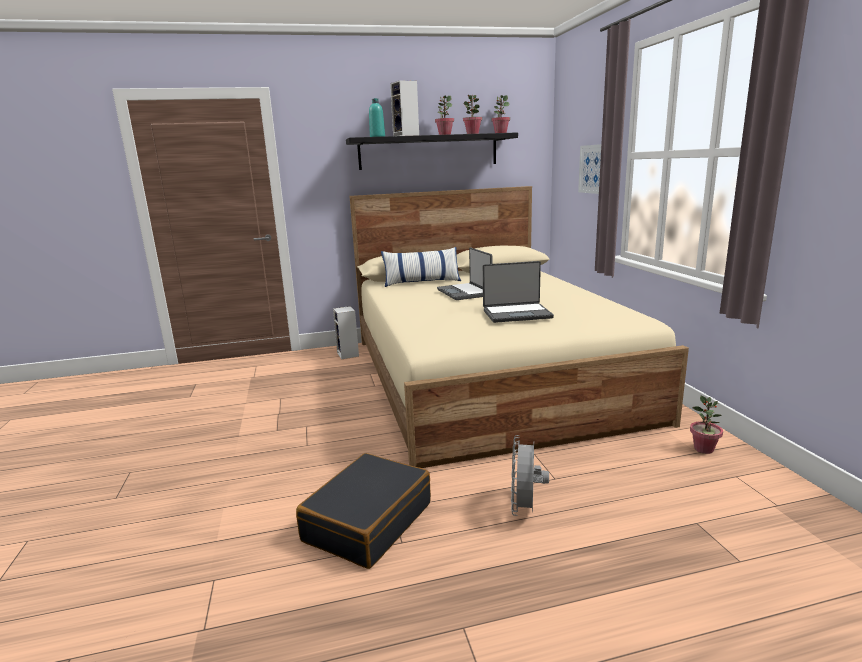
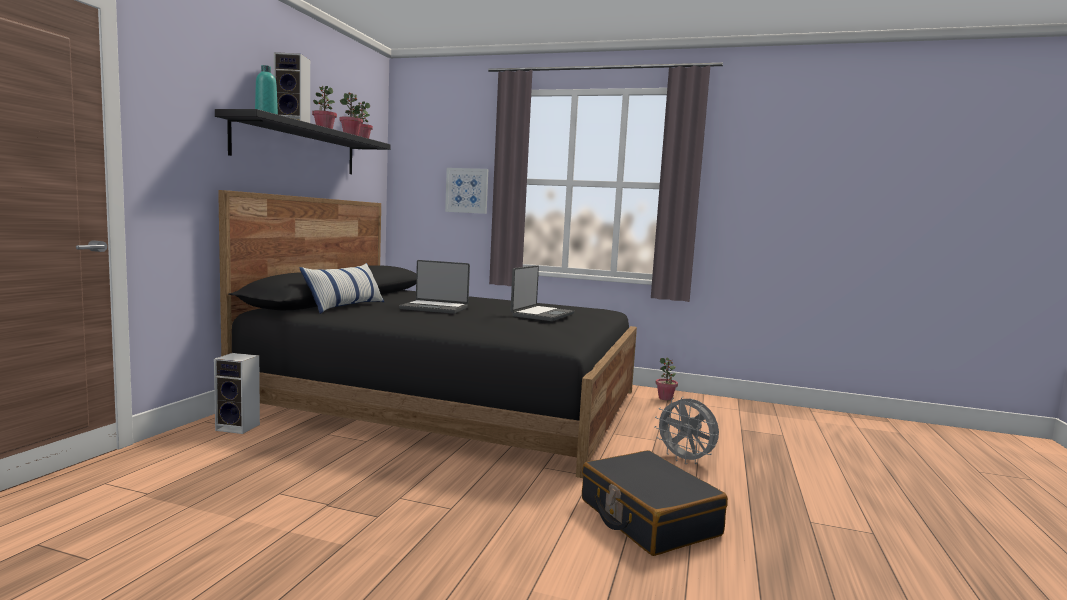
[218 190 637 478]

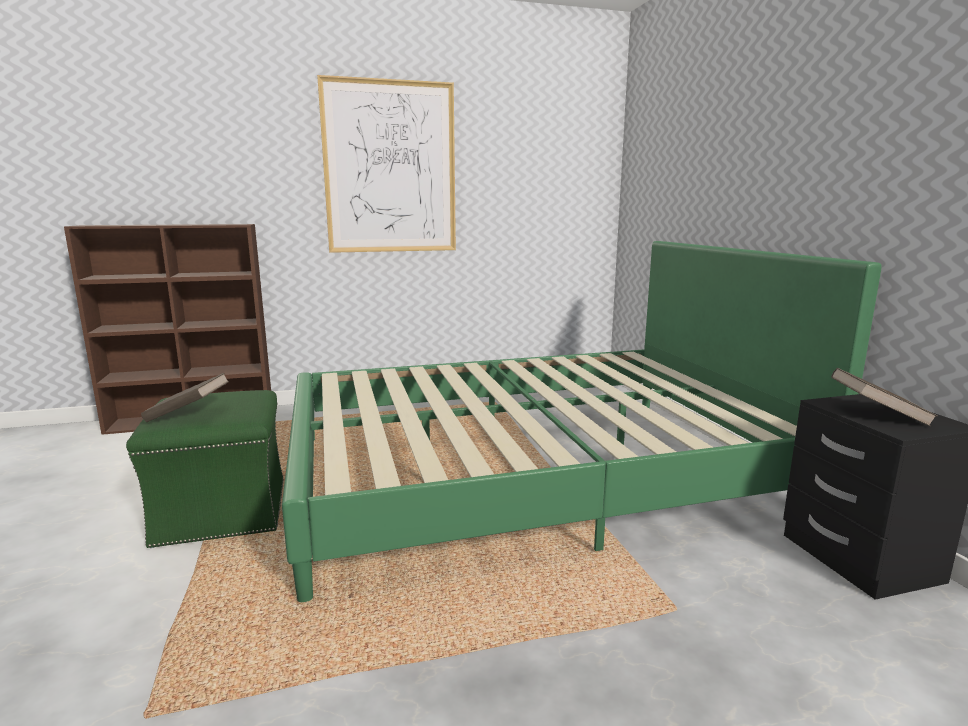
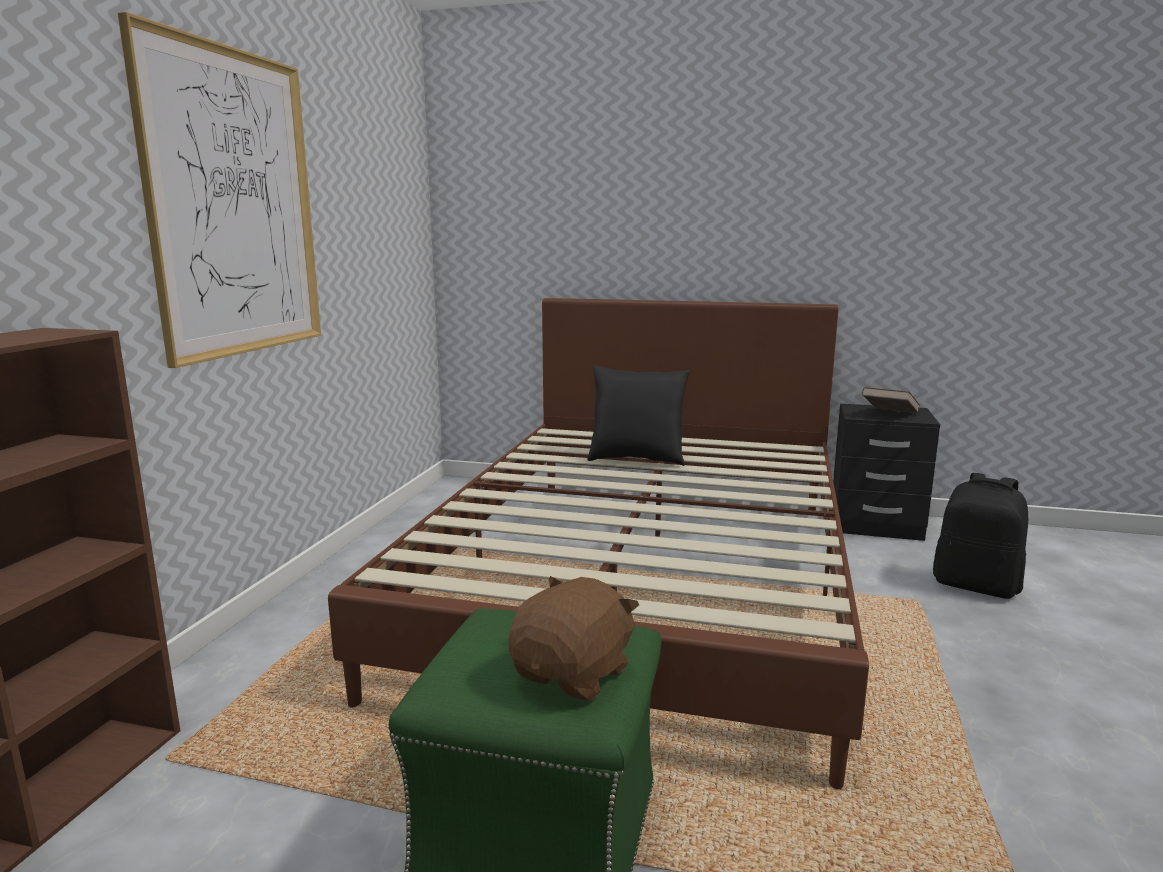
[328 298 869 790]
[508 576 639 701]
[587 365 690 466]
[933 473 1028 599]

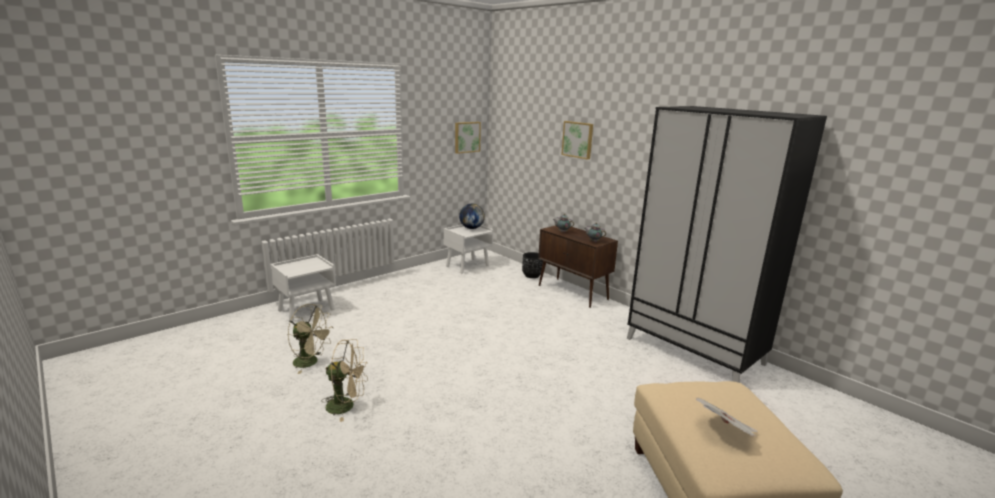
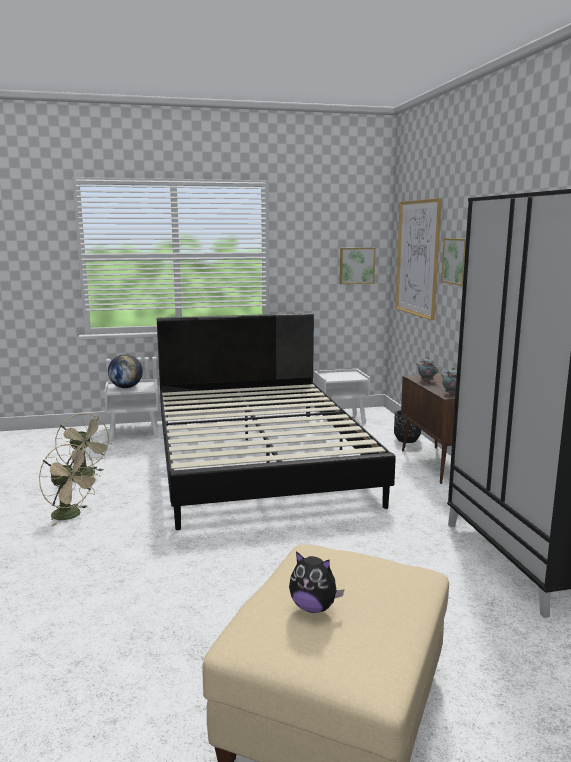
[108 354 143 388]
[289 551 344 613]
[395 198 442 320]
[157 313 396 530]

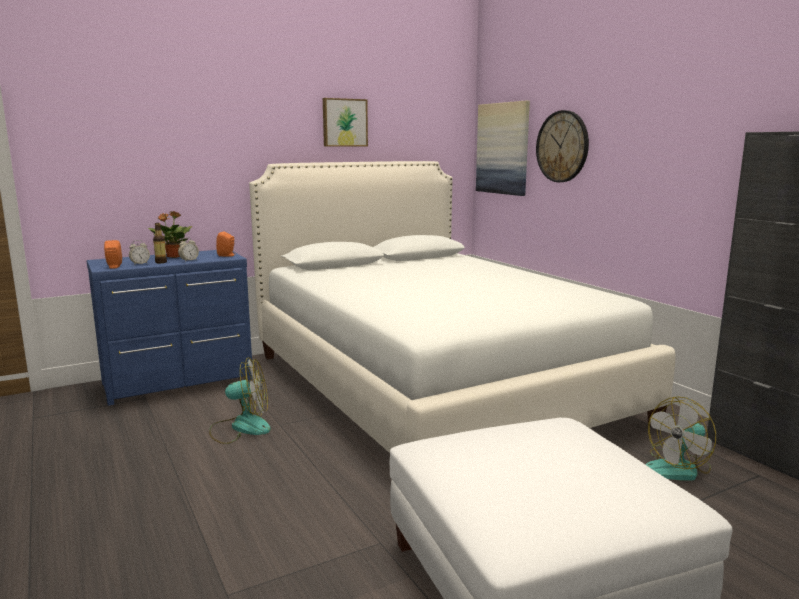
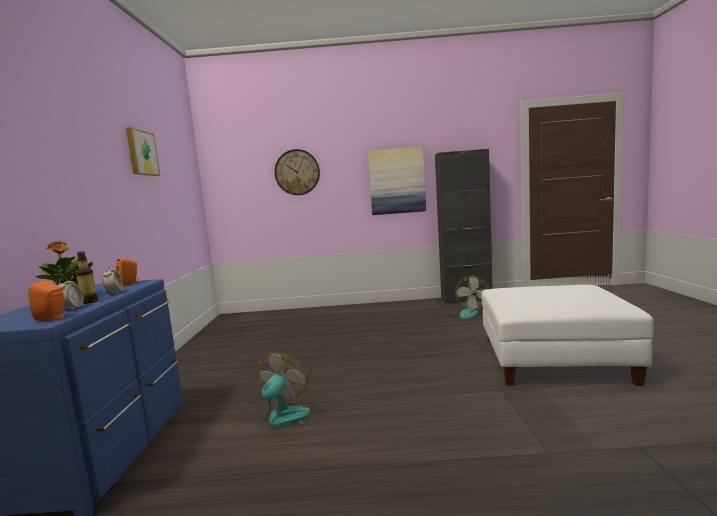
[368 146 426 215]
[249 161 675 453] (first image)

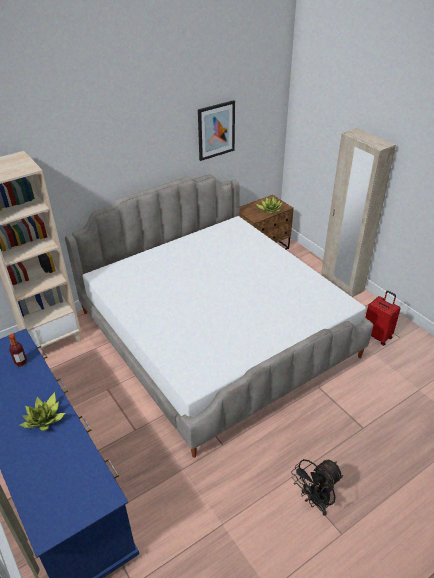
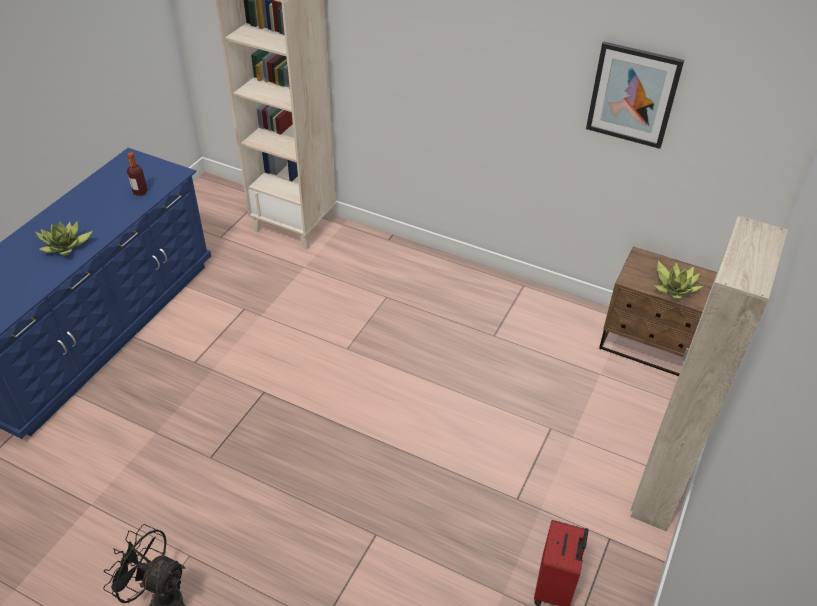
[65 174 373 458] (first image)

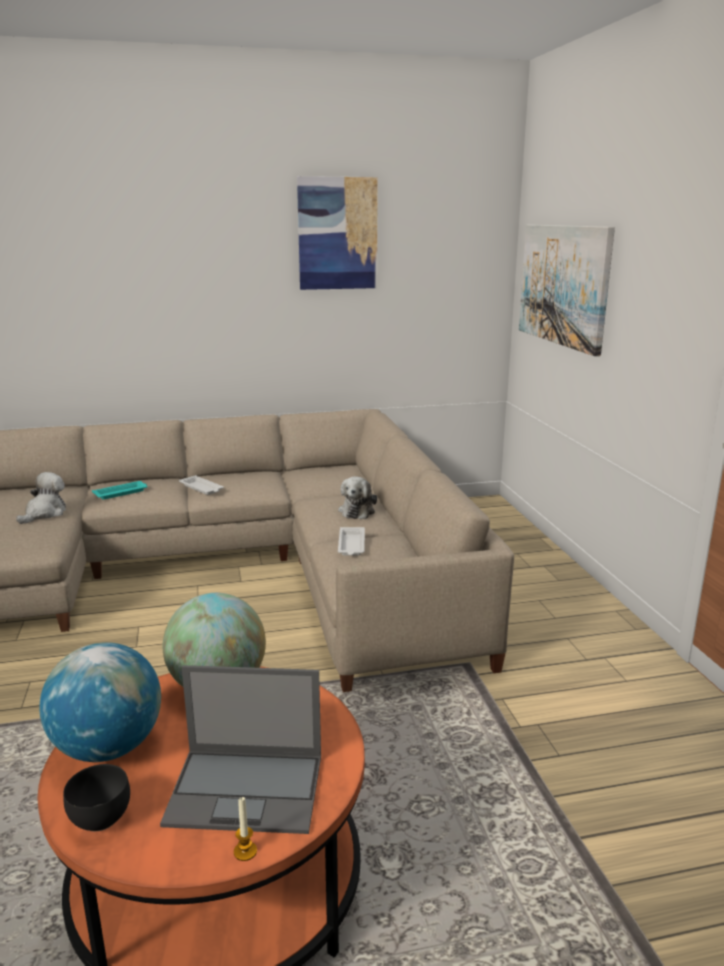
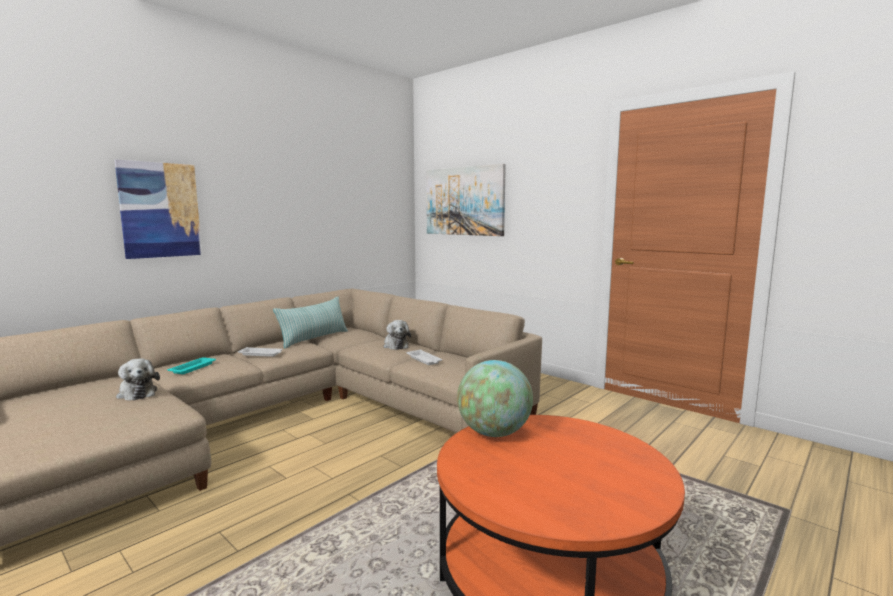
[114 159 202 259]
[116 358 160 401]
[39 642 161 762] (first image)
[160 665 321 834] (first image)
[63 764 130 831] (first image)
[234 797 257 861] (first image)
[273 297 348 349]

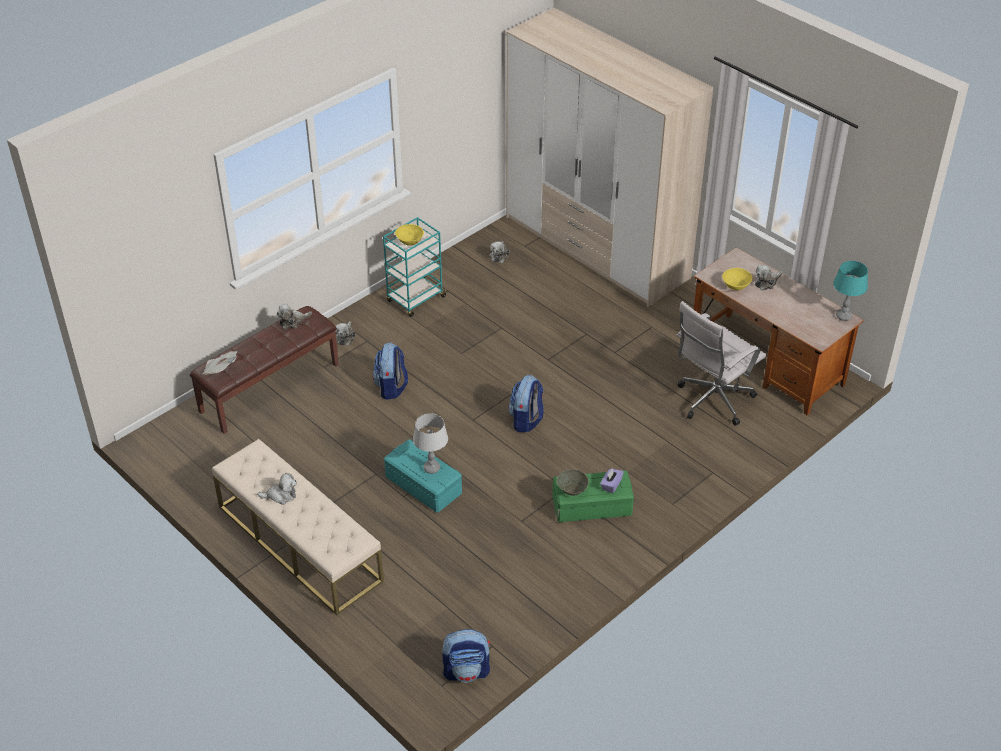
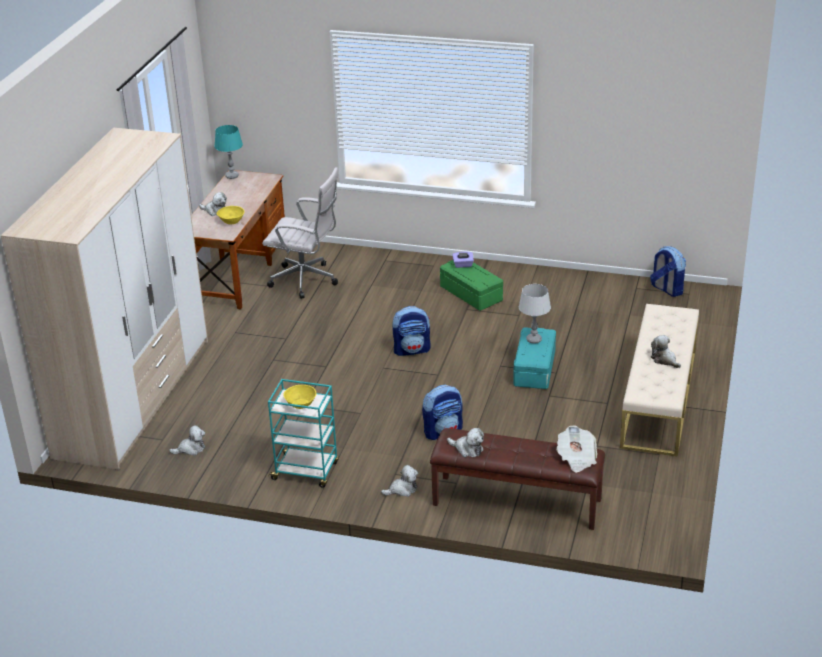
[557 469 589 496] (first image)

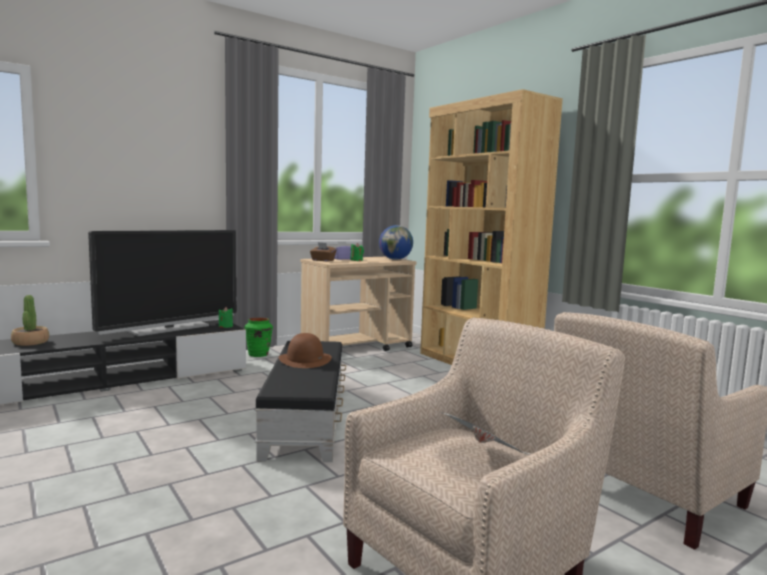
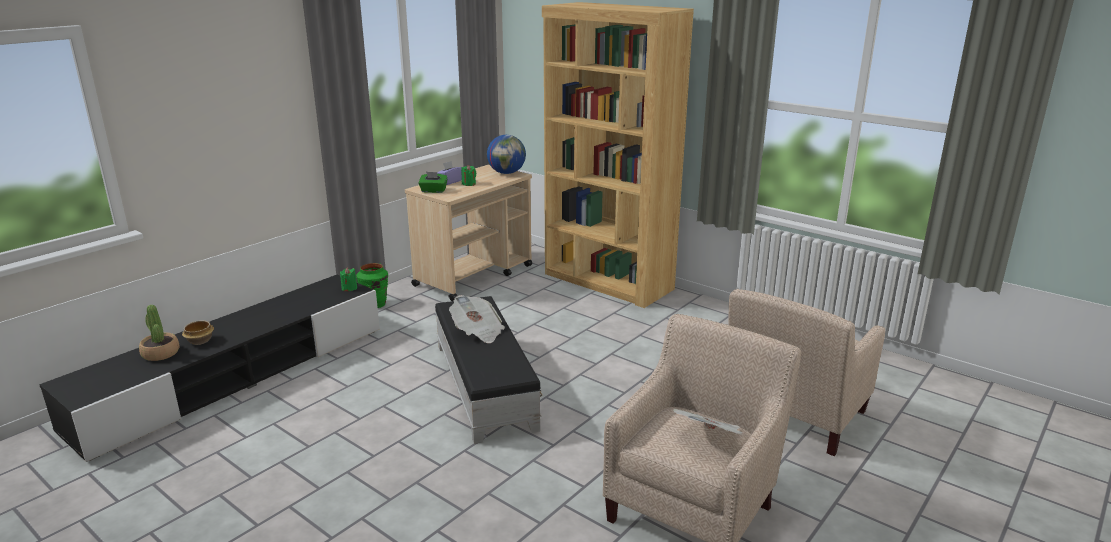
[88 230 237 337] (first image)
[418 172 448 193]
[449 295 505 343]
[182 320 214 345]

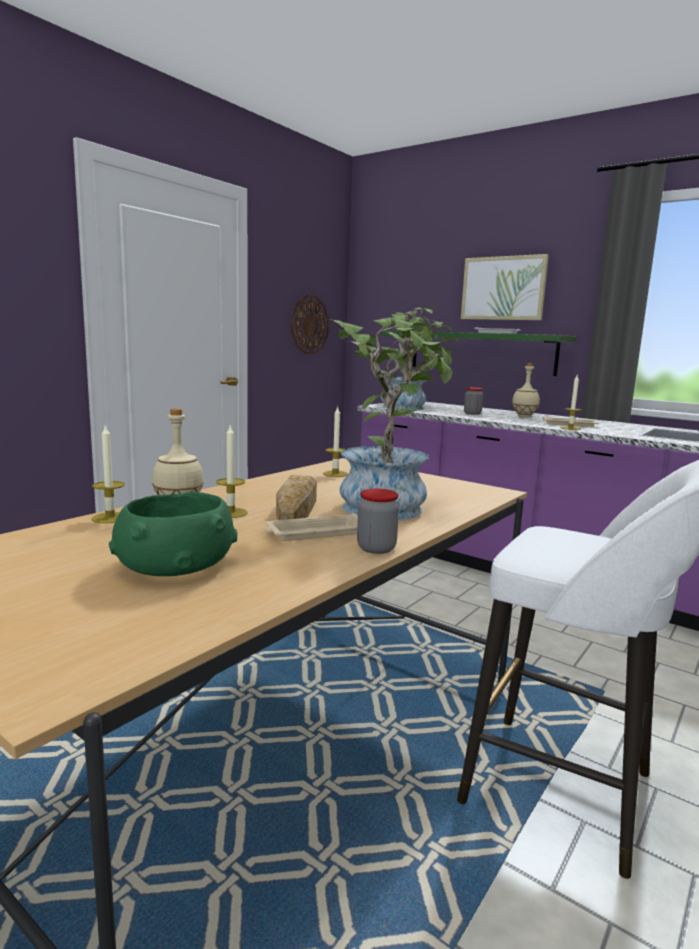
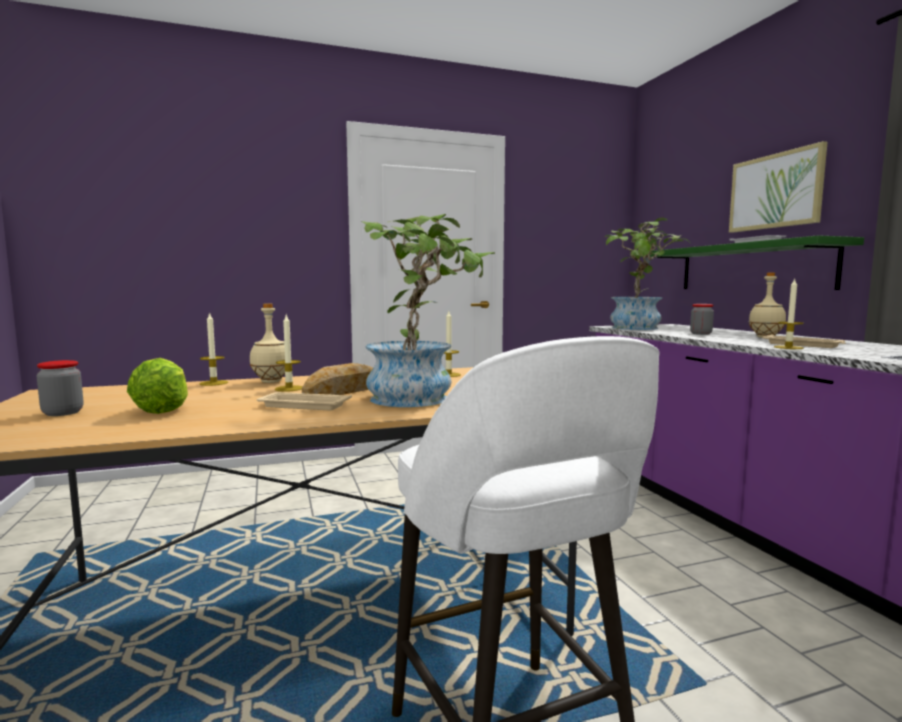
[291 295 329 354] (first image)
[37 360 83 416]
[127 358 188 414]

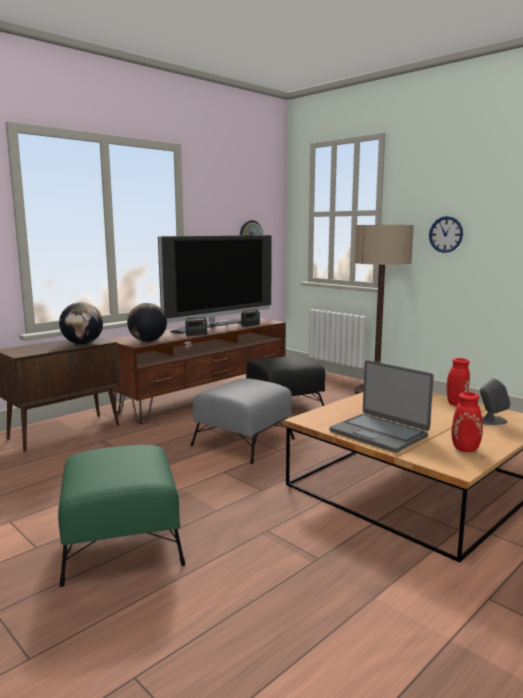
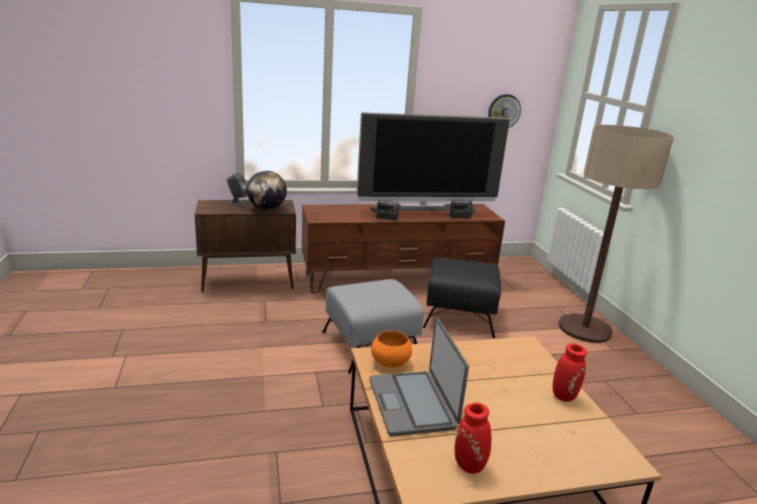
[429 216 463 253] (first image)
[127 303 167 342] (first image)
[227 172 248 206]
[58 445 185 587] (first image)
[371 331 412 368]

